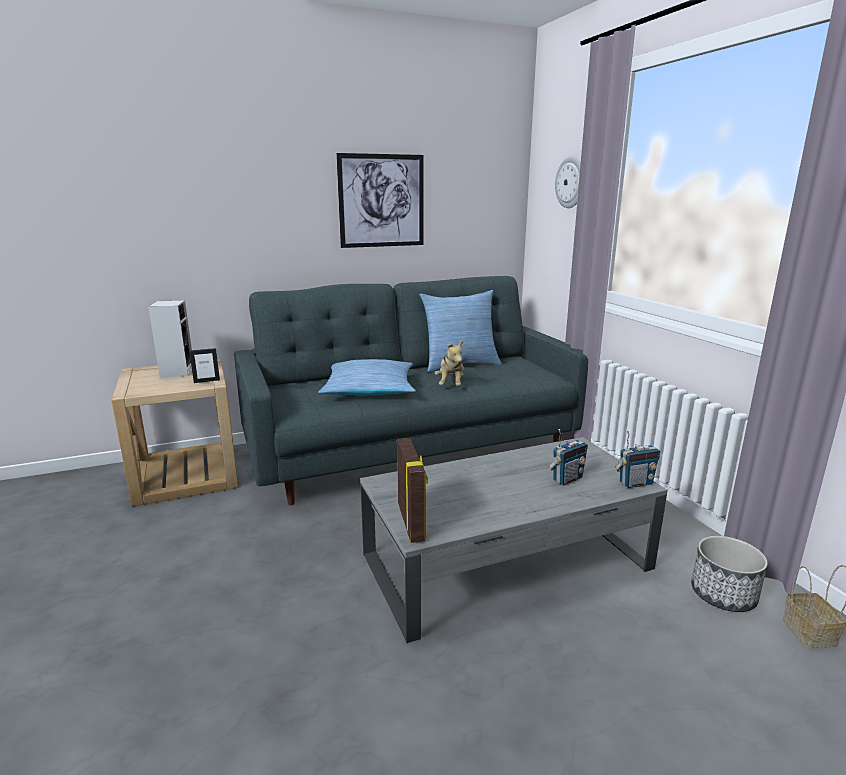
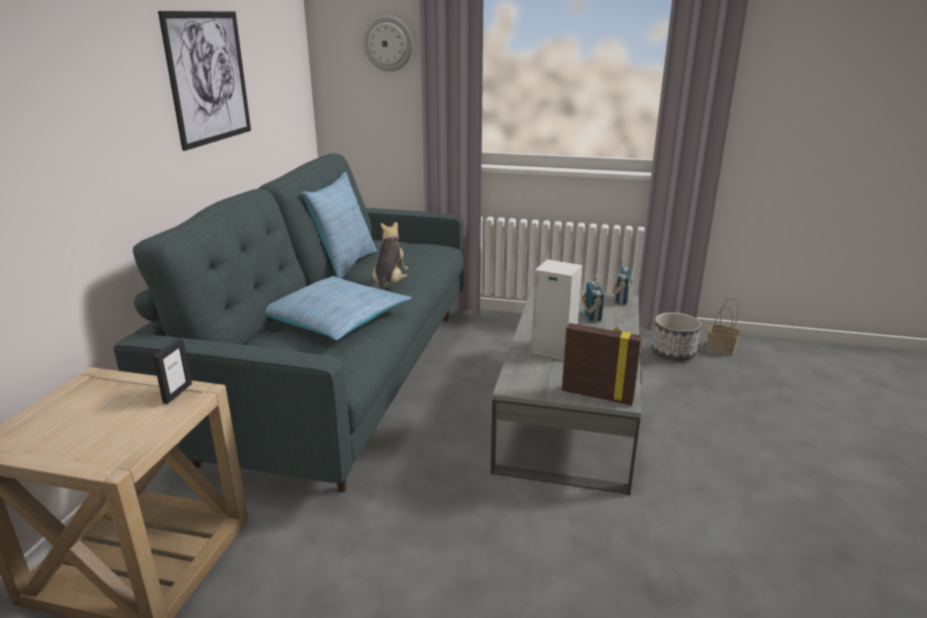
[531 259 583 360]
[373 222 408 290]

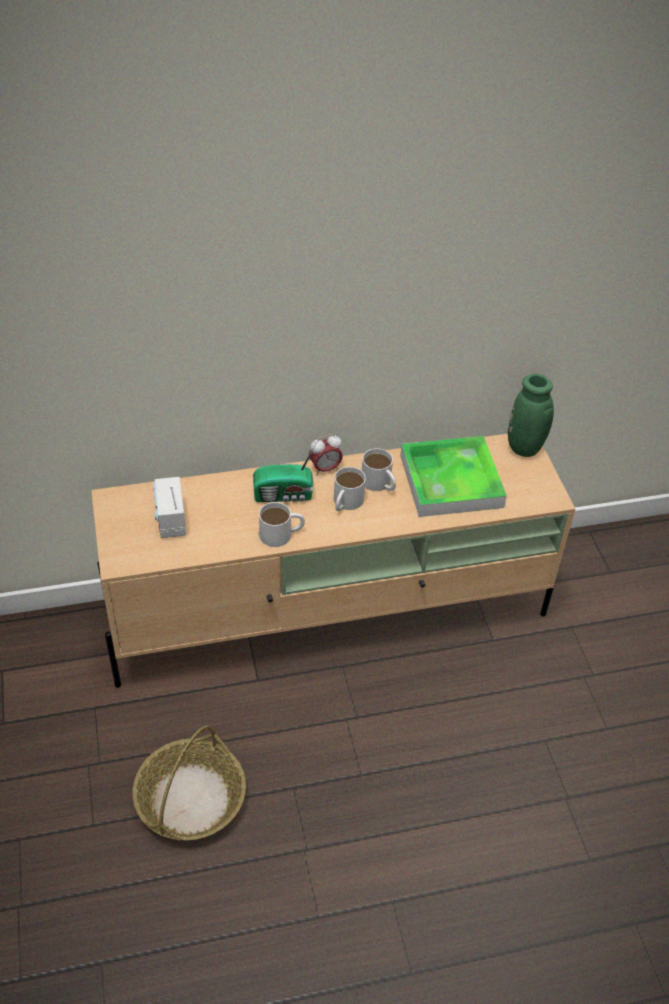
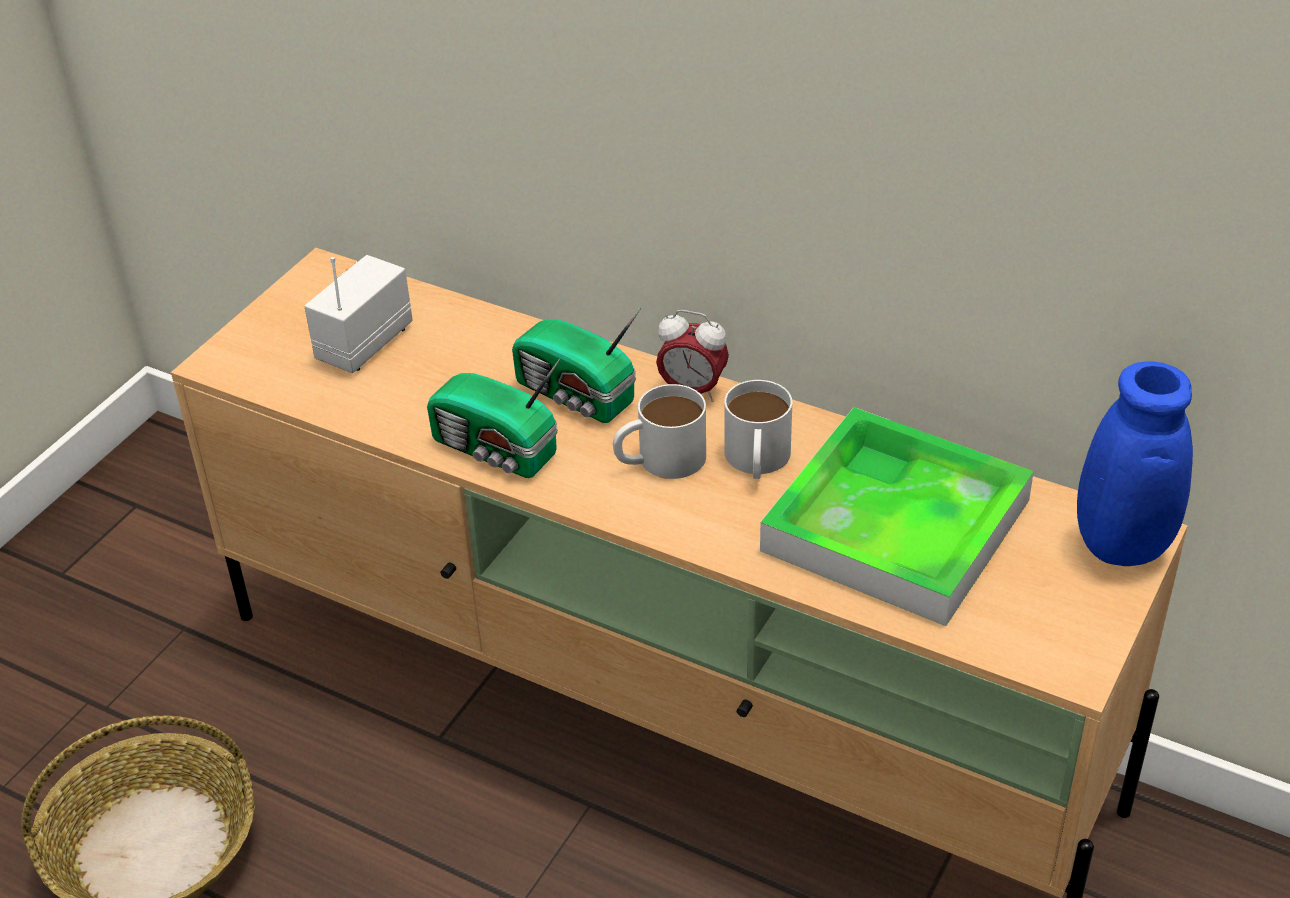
[1077 361 1193 566]
[427 359 560 478]

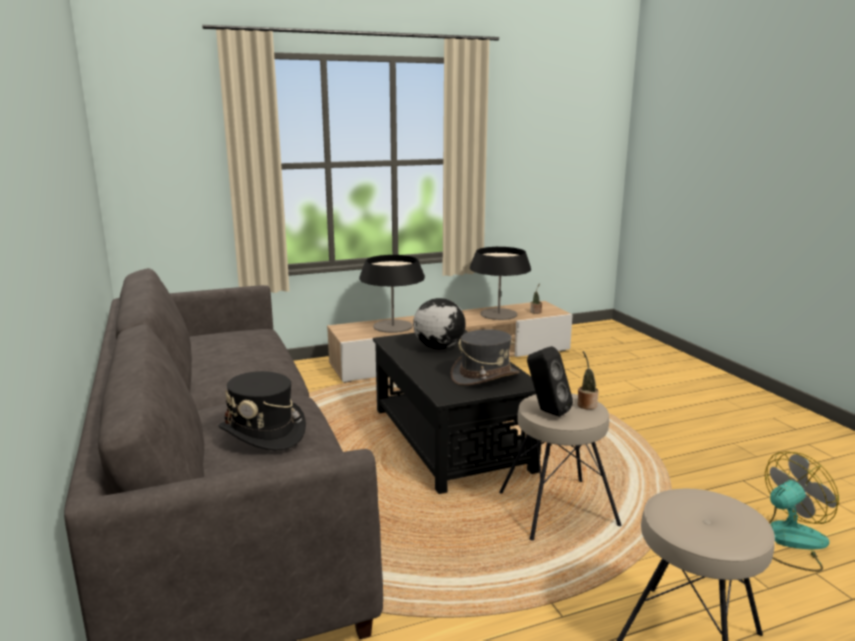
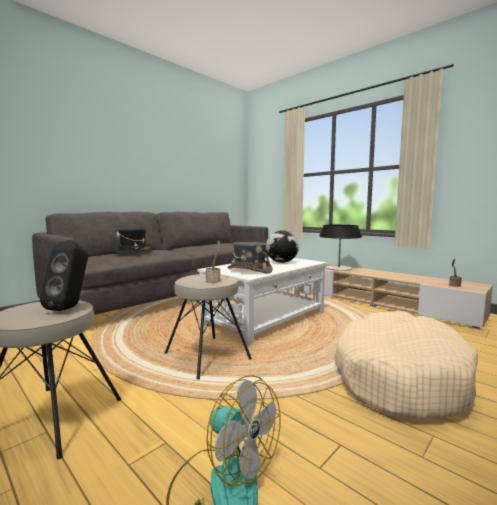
[470 247 531 320] (first image)
[197 257 327 345]
[40 242 88 311]
[334 311 478 420]

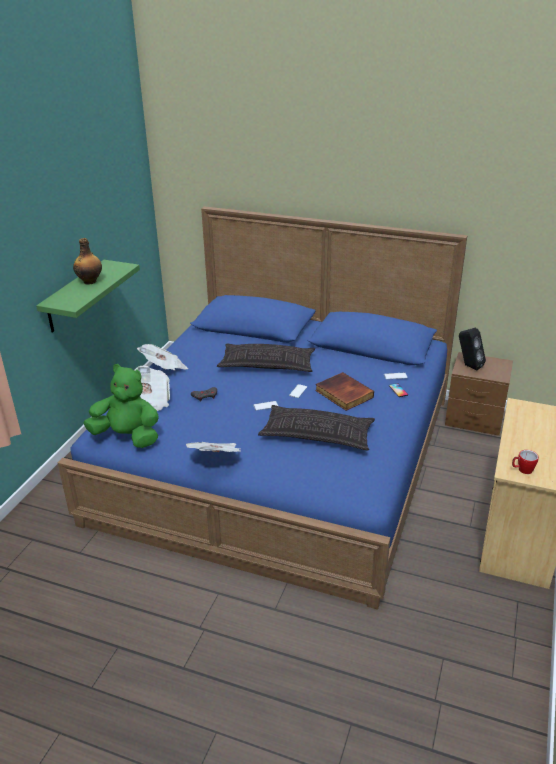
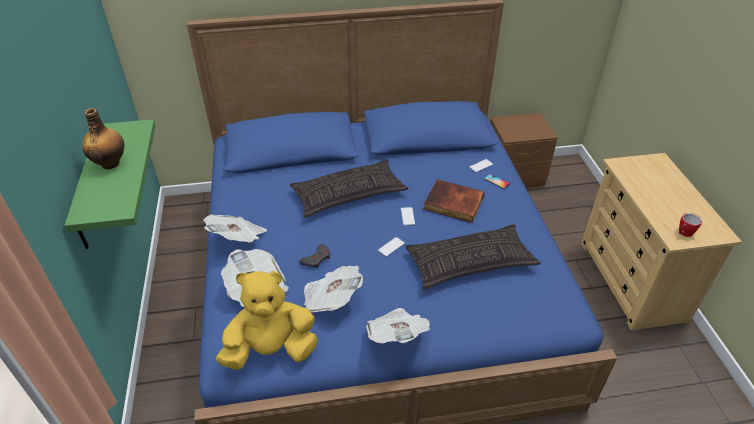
[459 328 486 370] (first image)
[216 271 318 370]
[304 266 363 312]

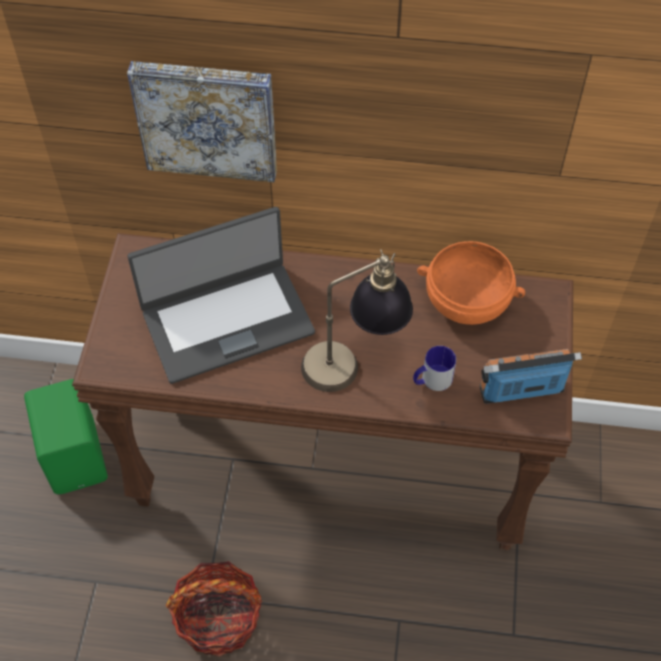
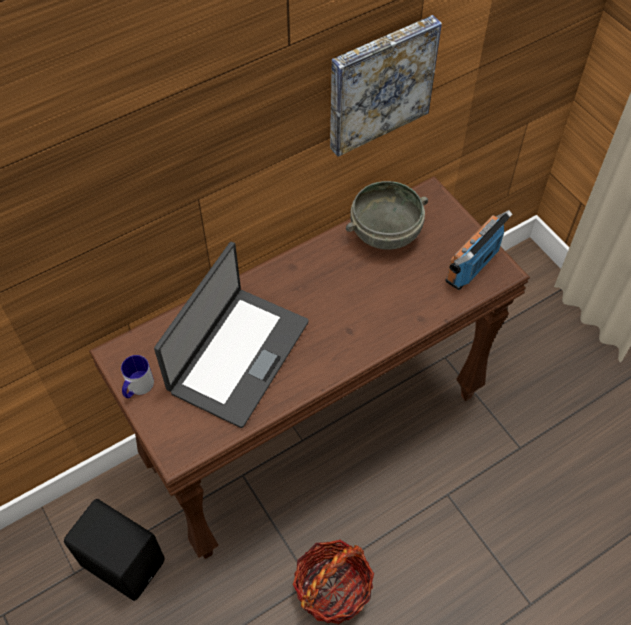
[330 15 442 157]
[346 181 428 250]
[301 249 413 392] (first image)
[121 355 154 398]
[64 499 165 601]

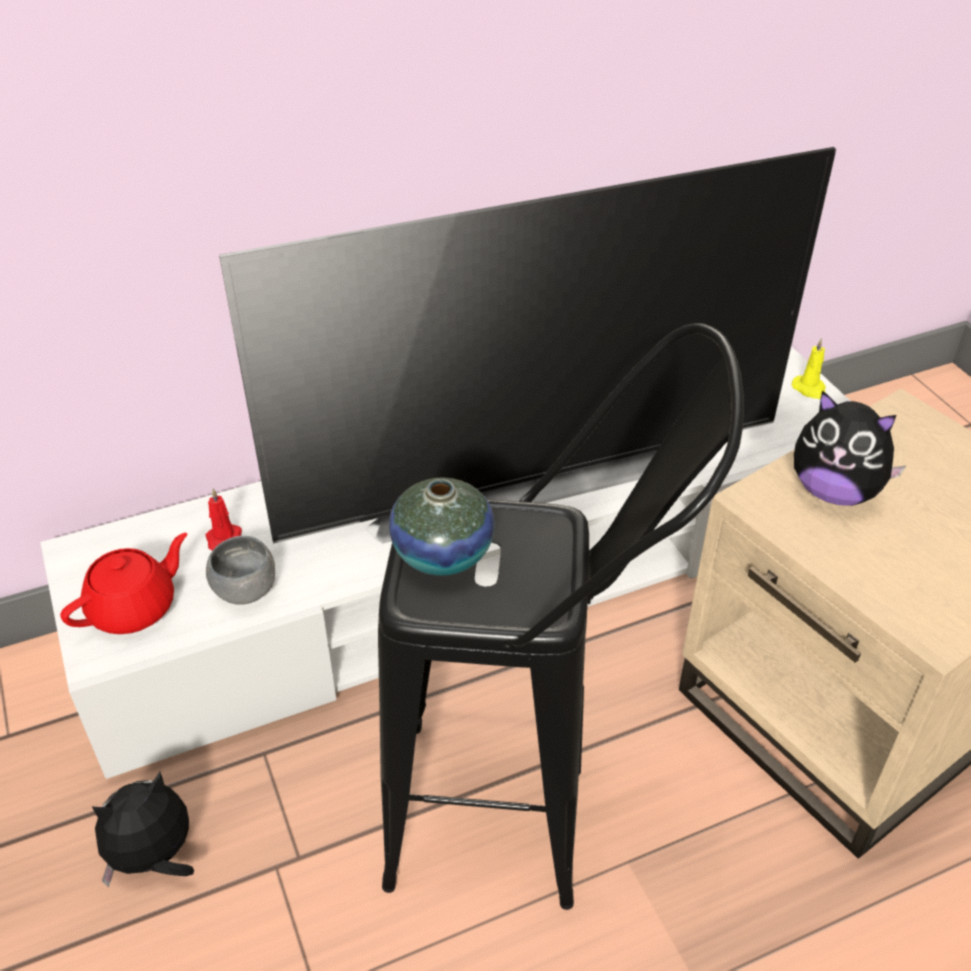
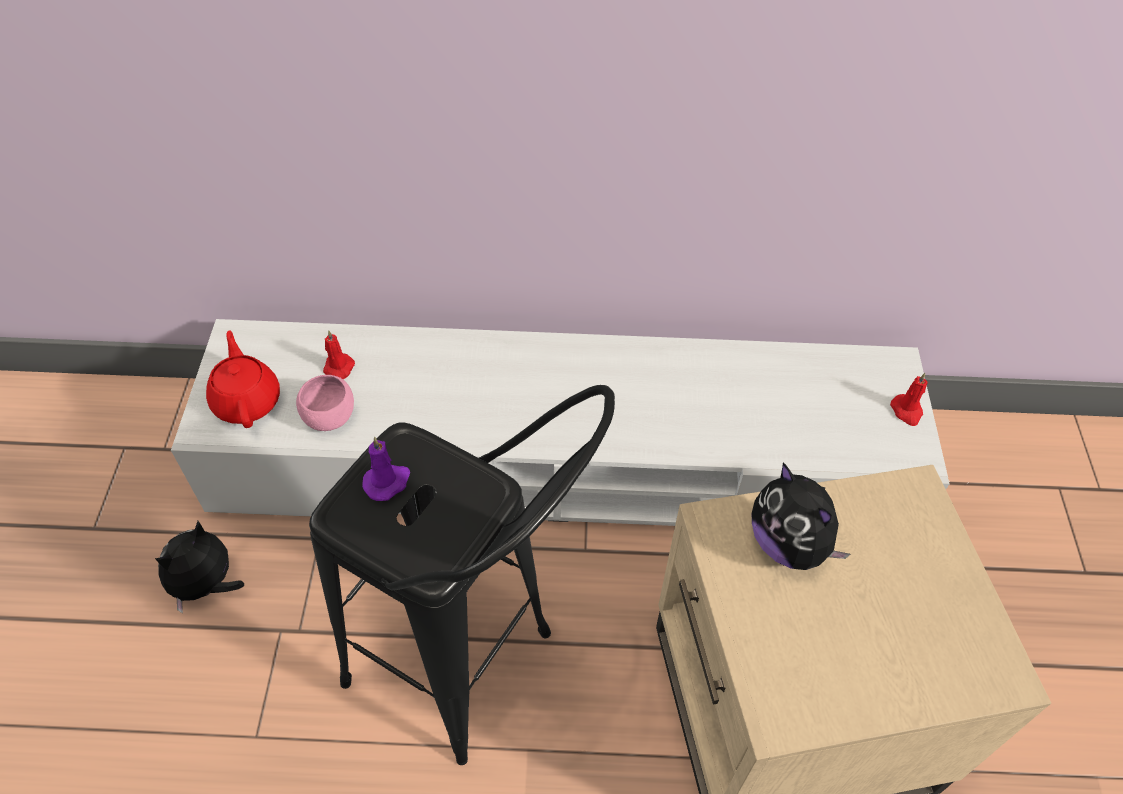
[219 147 836 544] (first image)
[890 373 928 426]
[362 437 410 501]
[206 331 280 428]
[296 375 354 431]
[155 521 244 613]

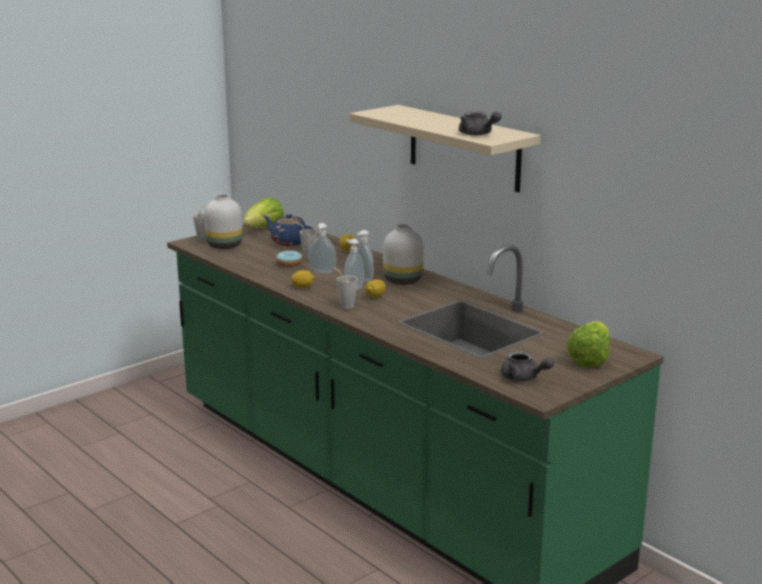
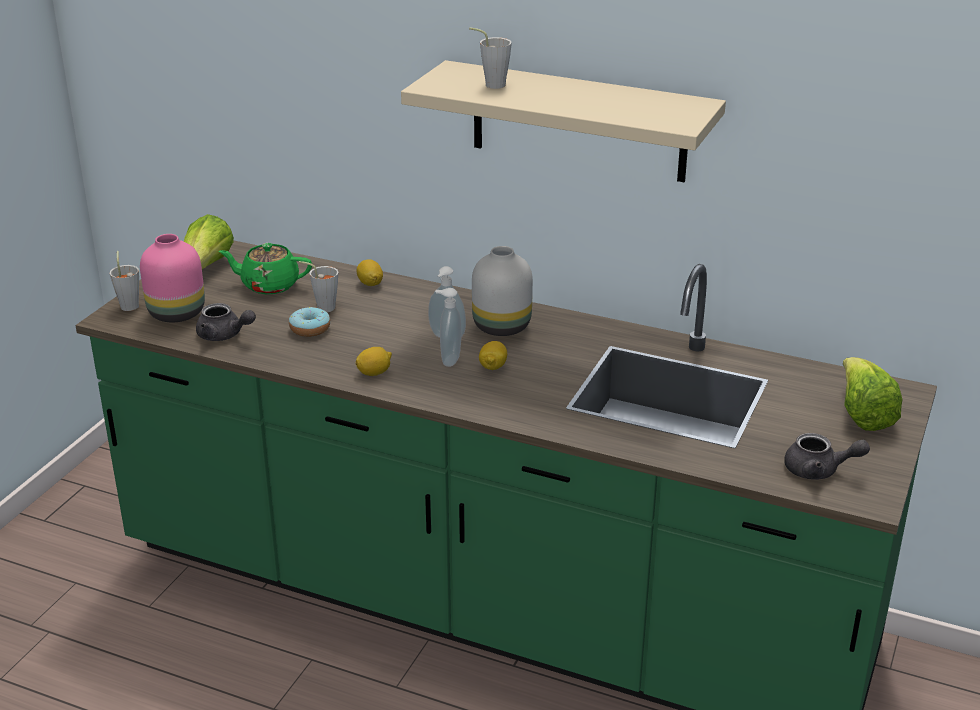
[196 303 256 341]
[140 234 205 322]
[219 243 312 294]
[309 223 336 273] (first image)
[469 27 512 89]

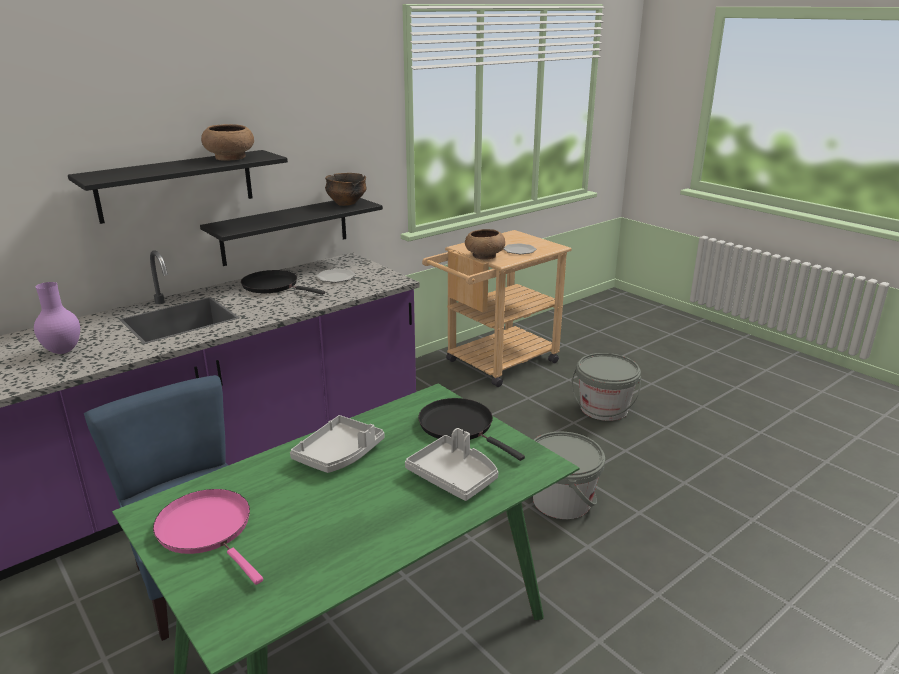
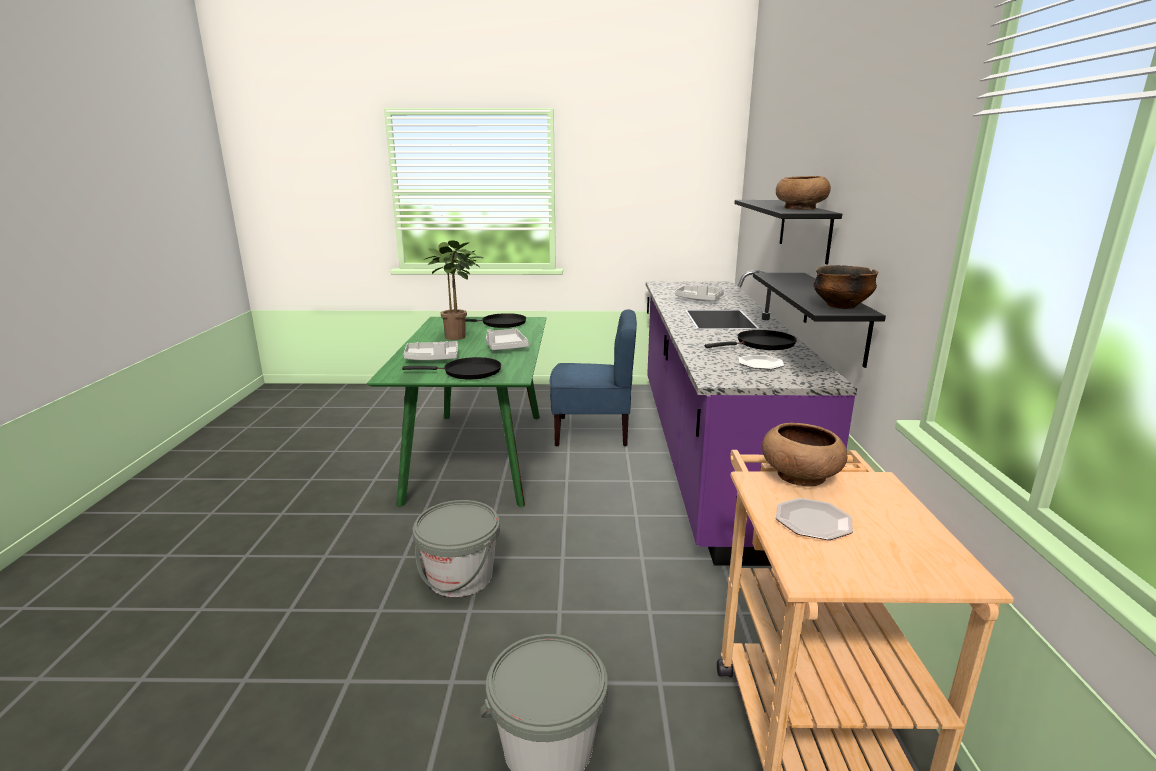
[675 285 724 301]
[465 313 526 328]
[424 240 483 340]

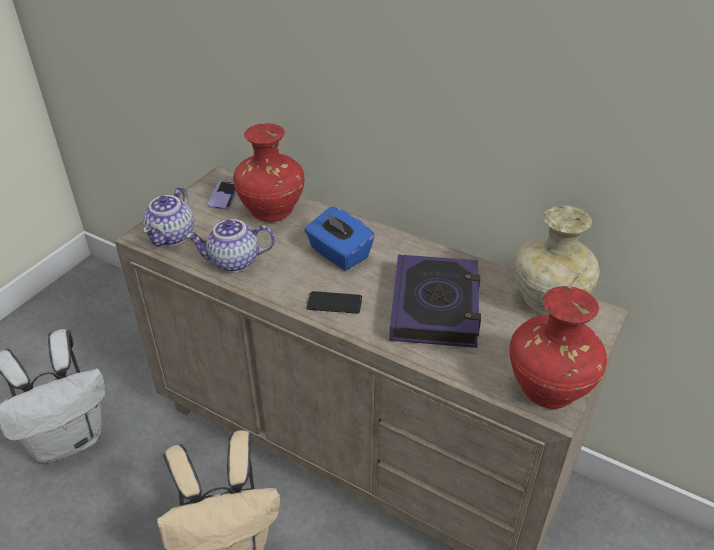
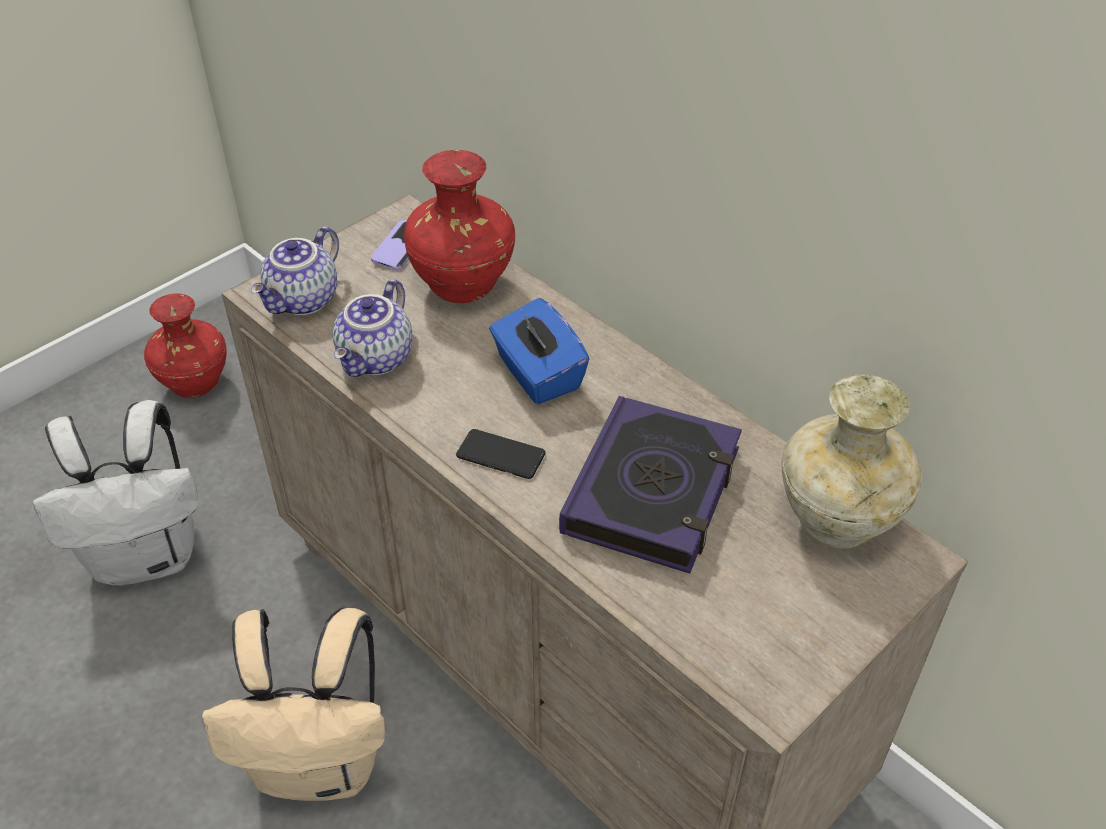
[333 279 413 377]
[144 294 227 398]

